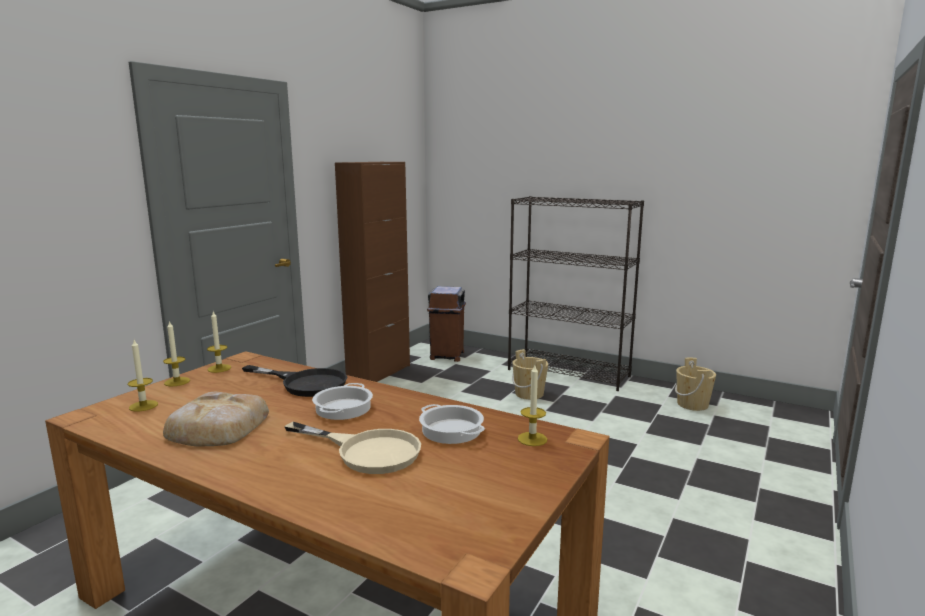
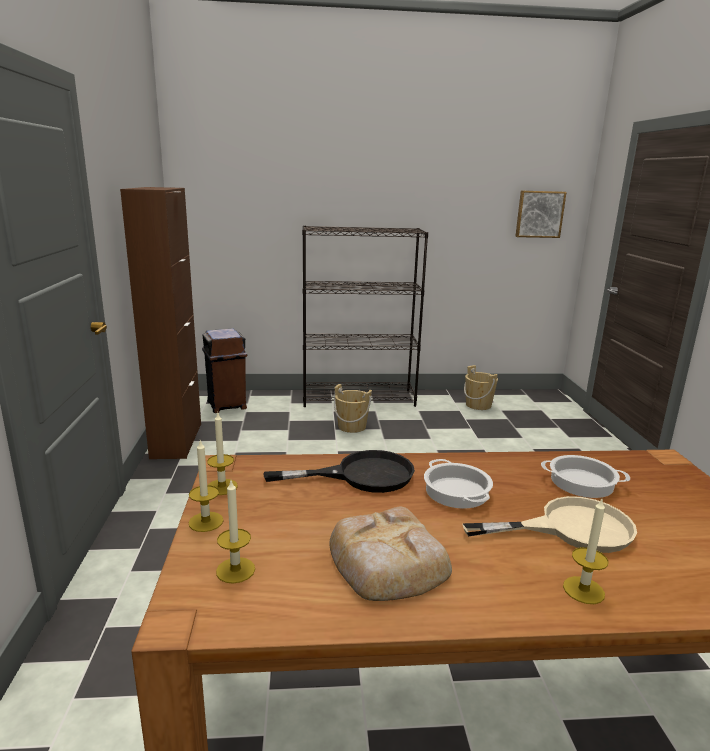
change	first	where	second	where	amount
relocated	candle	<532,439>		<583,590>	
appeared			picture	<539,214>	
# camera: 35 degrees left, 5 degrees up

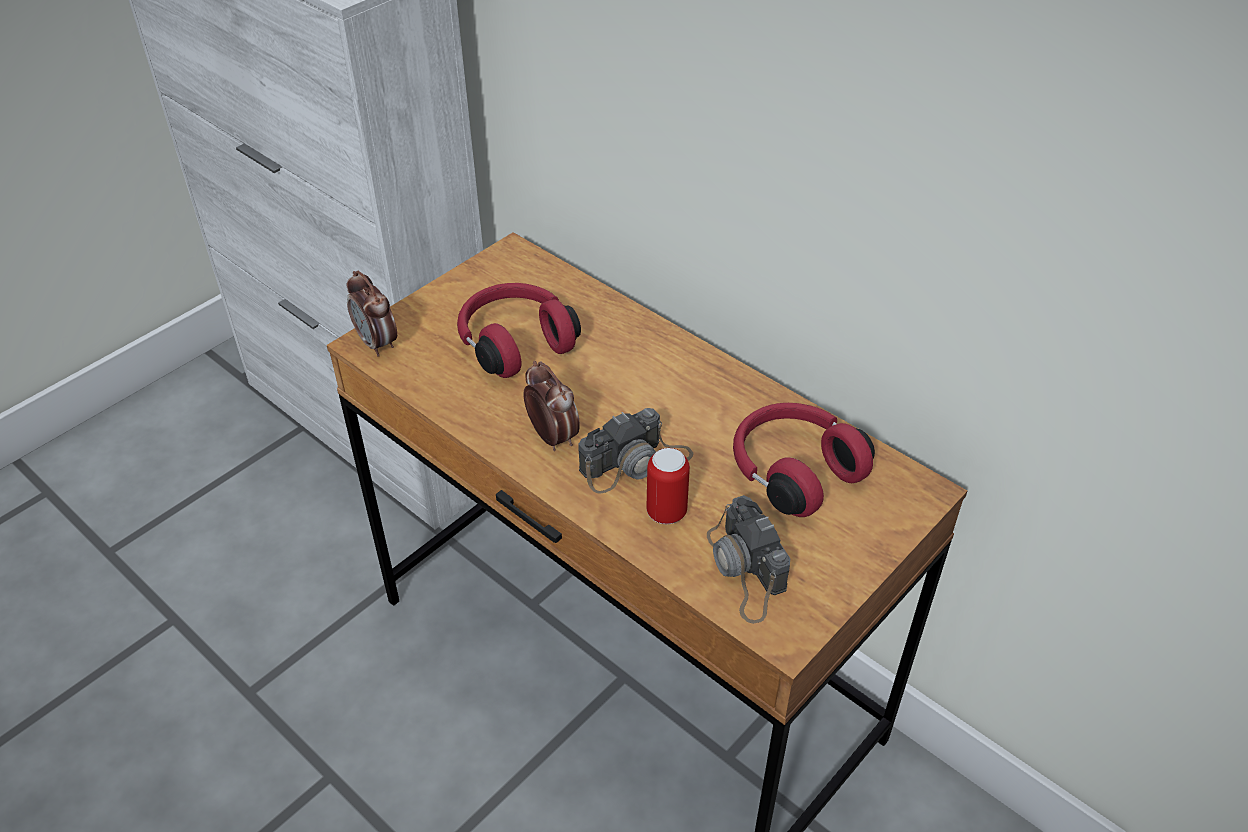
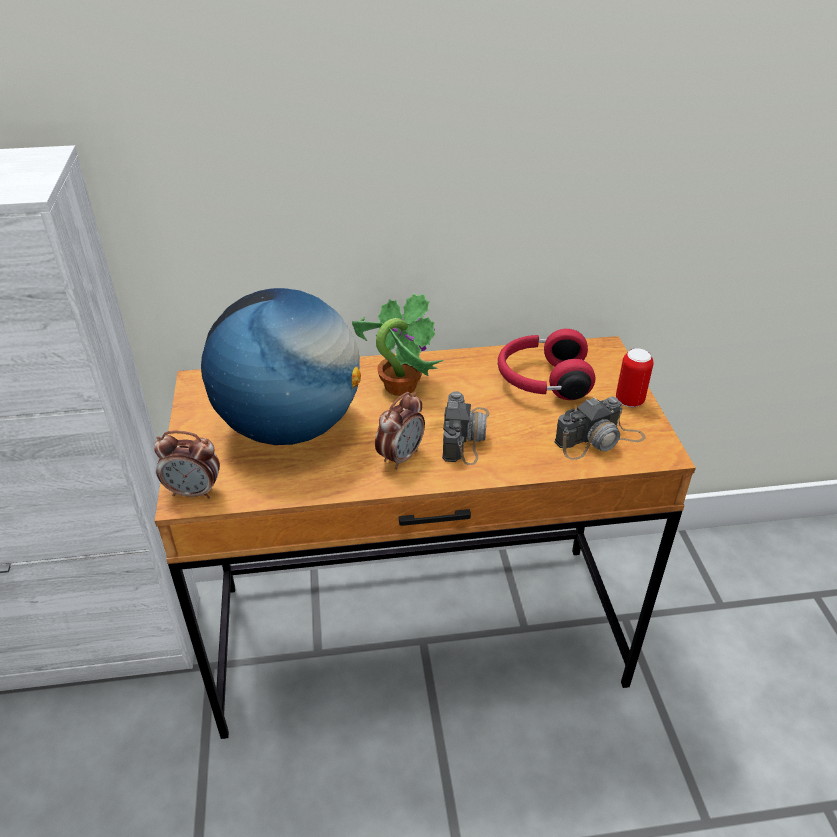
change	first	where	second	where	amount
exchanged	red headphones	<515,342>	globe	<290,426>	
spun	alarm clock	<552,437>		<400,457>	120 degrees clockwise
relocated	can	<666,512>		<629,401>	
spun	photo camera	<745,570>		<599,439>	45 degrees counterclockwise
appeared			potted plant	<399,386>	
# camera: 50 degrees left, 5 degrees down

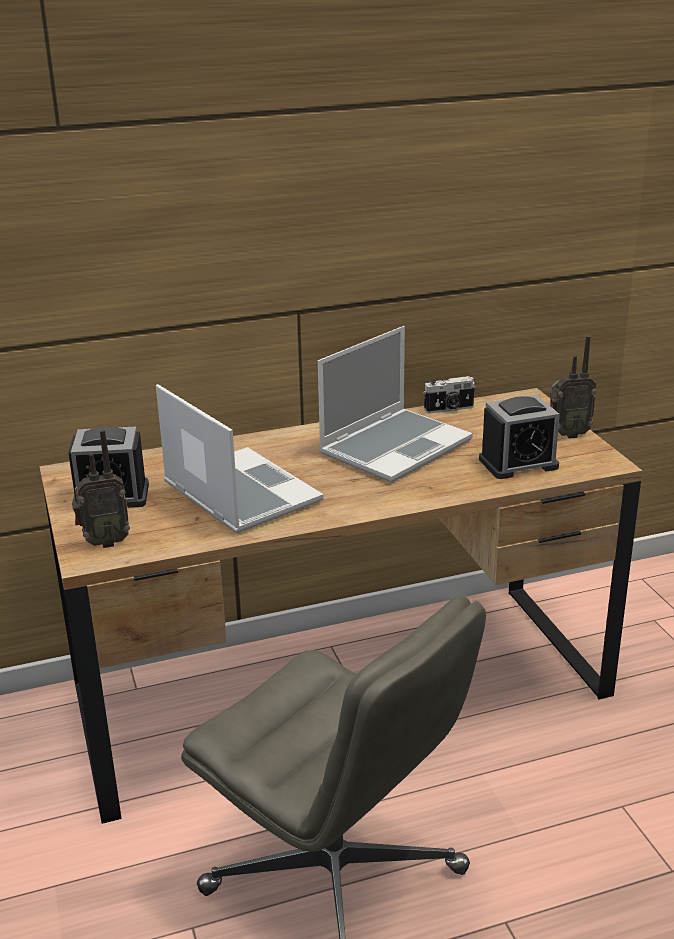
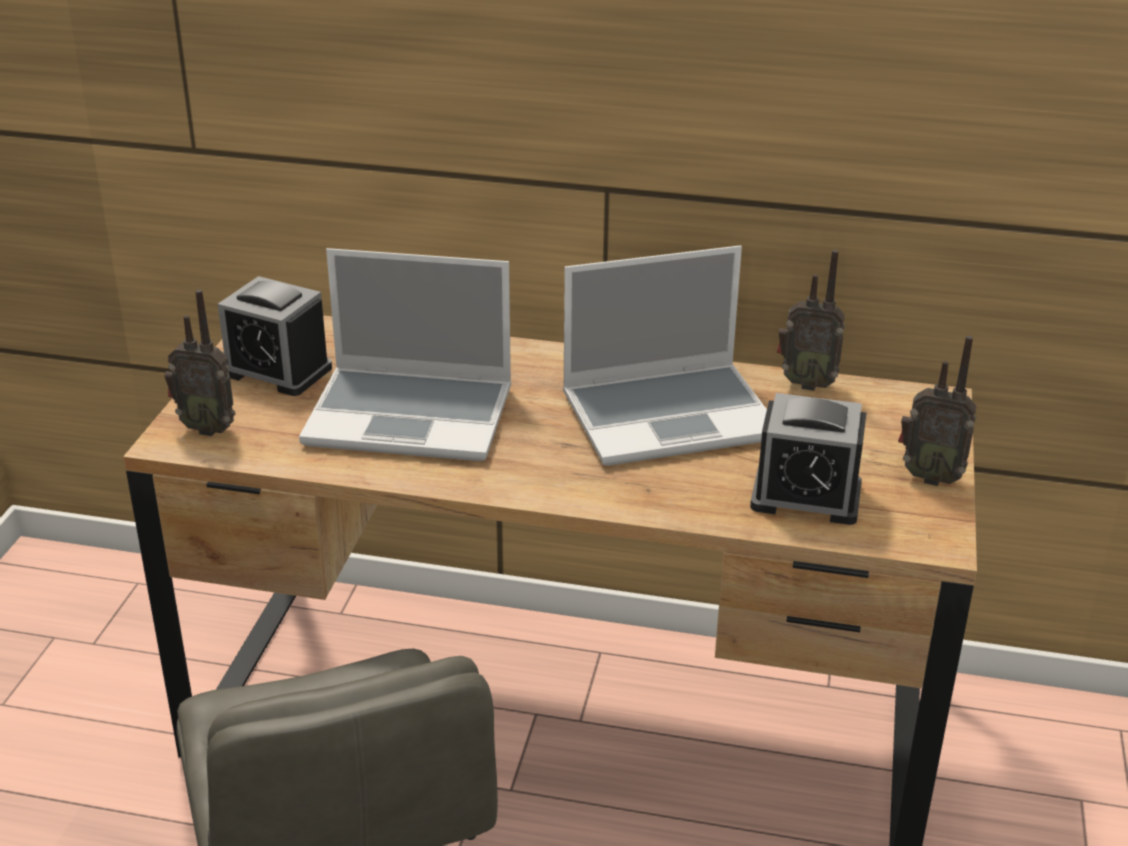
change	first	where	second	where	amount
spun	laptop	<238,493>		<413,416>	105 degrees clockwise
exchanged	photo camera	<449,409>	radio	<806,383>	
# camera: 30 degrees right, 5 degrees up

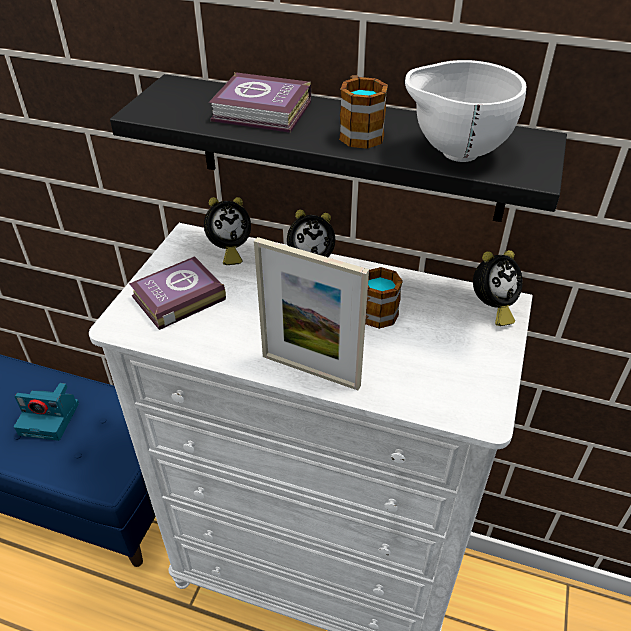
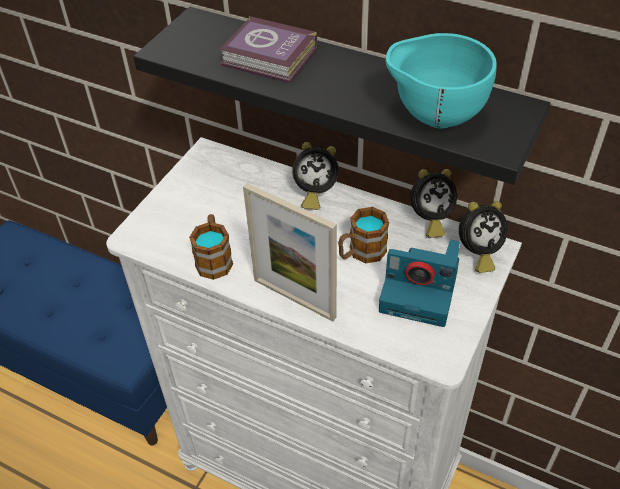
change	first	where	second	where	amount
relocated	photo camera	<50,418>		<421,291>	
missing	book	<176,298>			
relocated	alarm clock	<228,251>		<429,220>	
relocated	mug	<359,132>		<214,258>	
colour	white bowl	<454,153>	turquoise bowl	<433,118>	
# camera: 10 degrees right, 5 degrees up

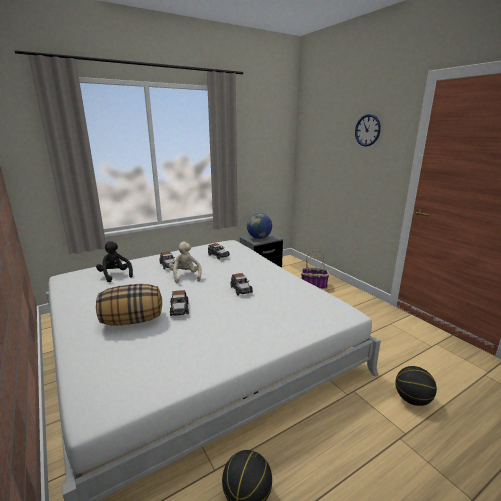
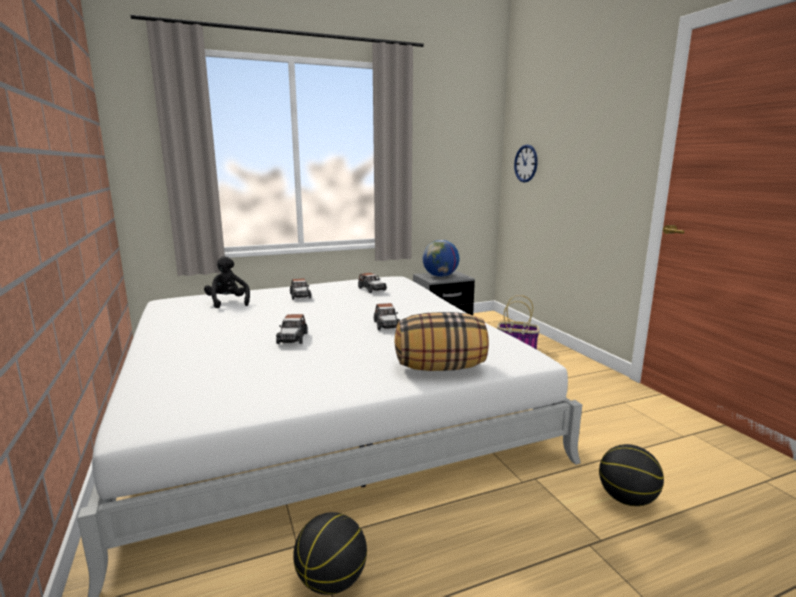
change	first	where	second	where	amount
relocated	pillow	<132,320>		<440,367>	
missing	beige plush toy	<185,276>			
relocated	wall clock	<367,130>		<526,163>	
# camera: 10 degrees right, 5 degrees down

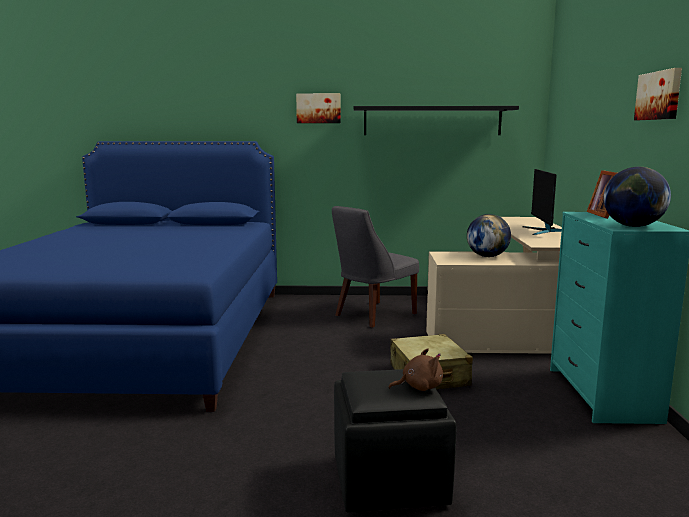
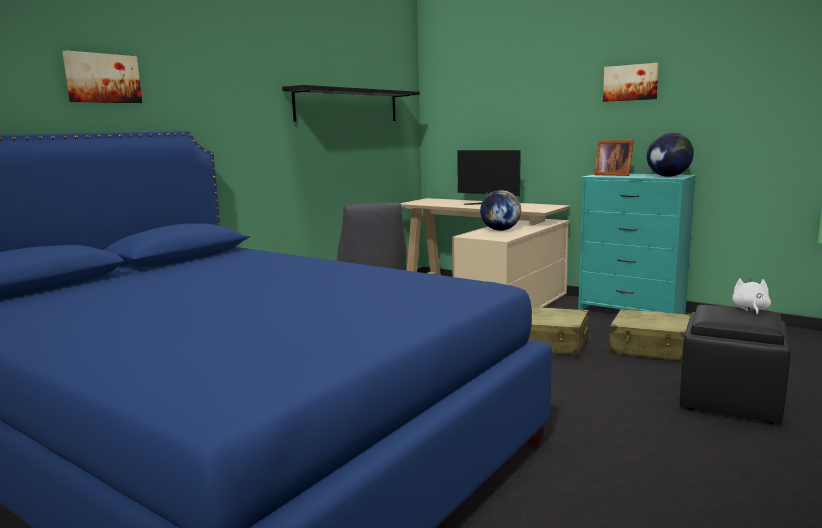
change	first	where	second	where	amount
relocated	picture	<318,108>		<102,78>	
colour	brown plush toy	<419,387>	white plush toy	<750,309>	
appeared			beige suitcase	<651,348>	
# camera: 55 degrees left, 0 degrees up

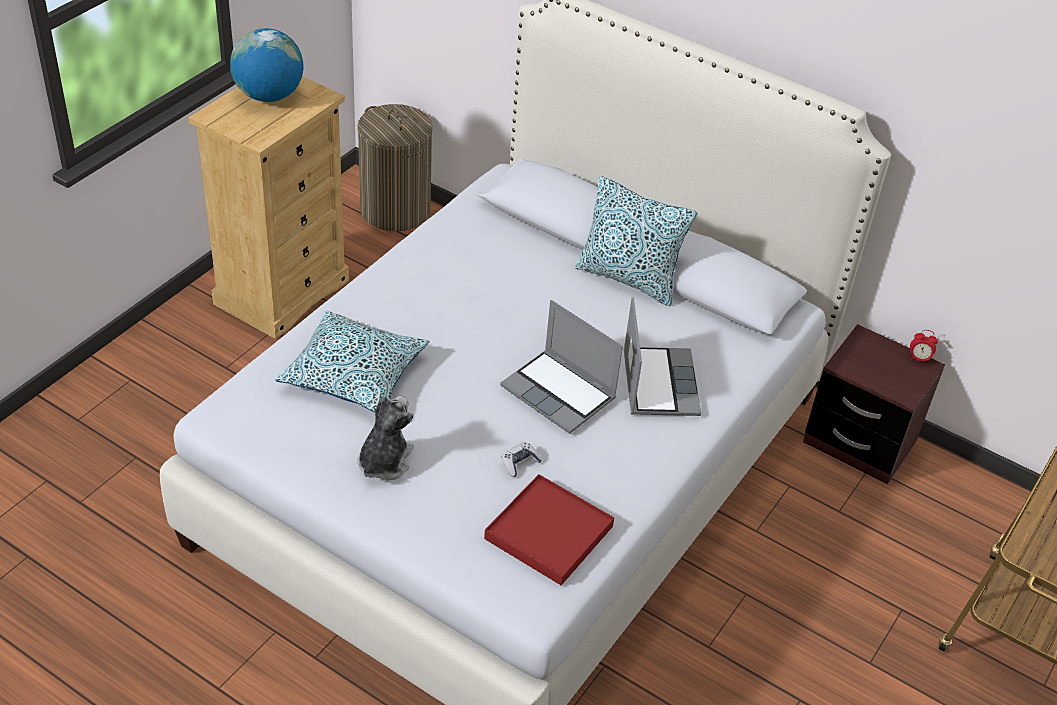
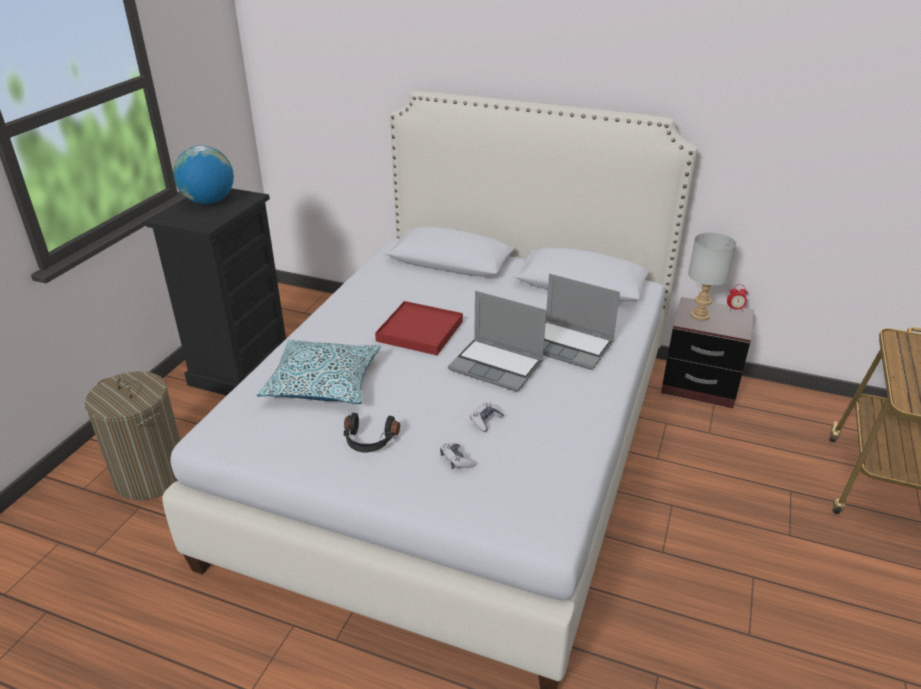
change	first	where	second	where	amount
colour	beige dresser	<282,291>	black dresser	<241,367>	
relocated	laundry basket	<395,210>		<151,475>	
exchanged	plush toy	<384,461>	black headphones	<369,441>	
relocated	red tray	<548,532>		<419,331>	
missing	pillow	<628,278>			
spun	laptop	<658,383>		<570,346>	135 degrees clockwise
appeared			game controller	<456,460>	
appeared			grey table lamp	<699,315>	
# camera: 10 degrees left, 10 degrees down

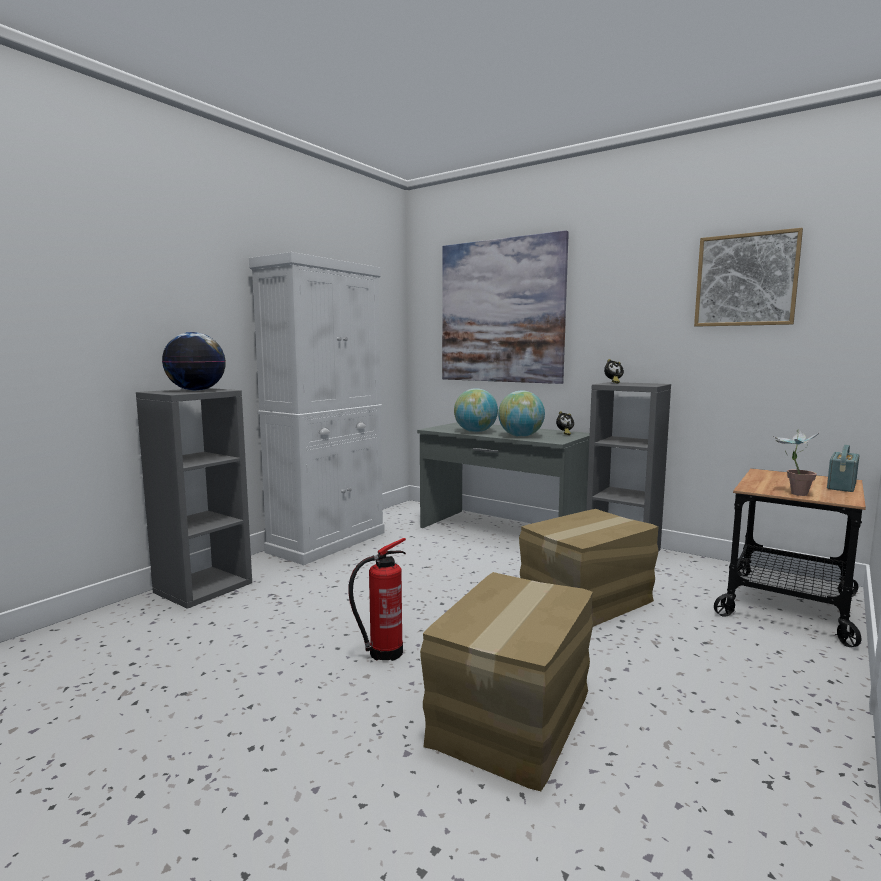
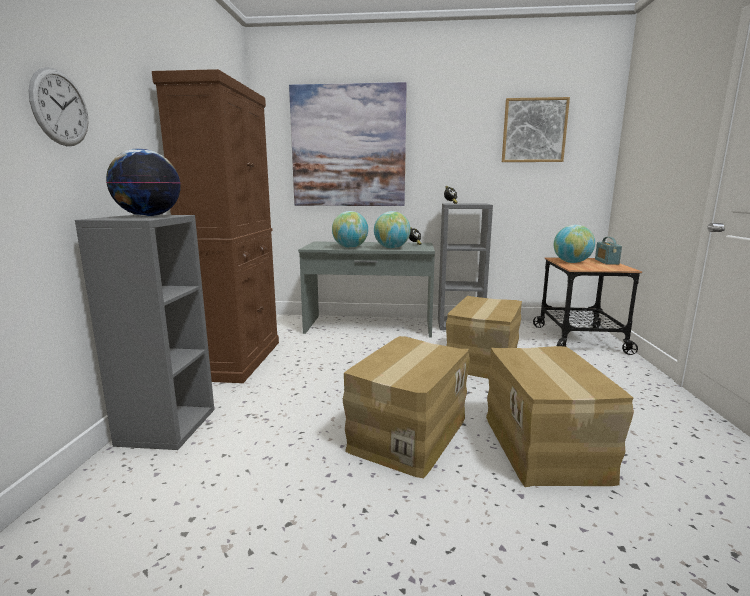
change	first	where	second	where	amount
colour	white cabinet	<328,542>	brown cabinet	<238,359>	
exchanged	fire extinguisher	<382,653>	cardboard box	<407,433>	
missing	potted plant	<792,493>			
appeared			wall clock	<60,108>	
appeared			globe	<571,262>	
# camera: 30 degrees left, 5 degrees up

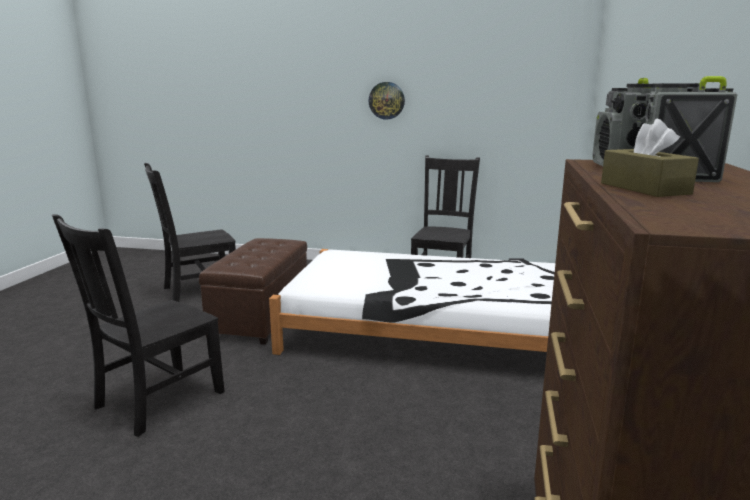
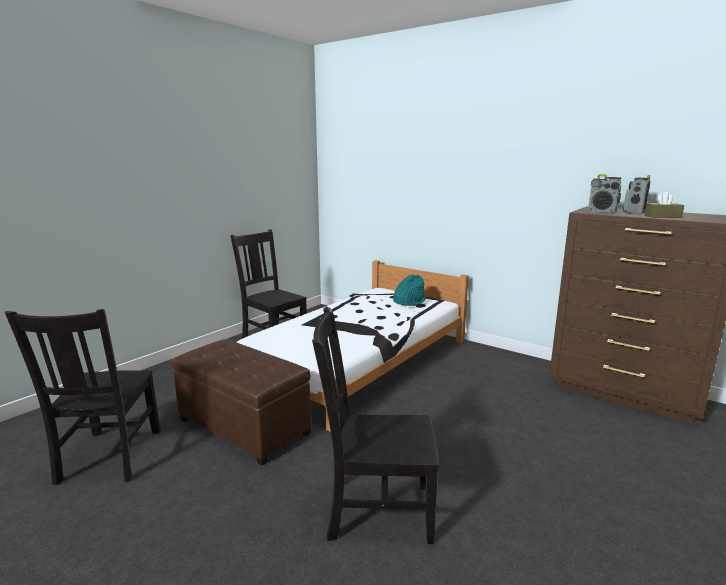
change	first	where	second	where	amount
spun	black chair	<156,401>		<375,510>	120 degrees clockwise
missing	wall clock	<386,100>			
appeared			turquoise hat	<409,301>	
# camera: 65 degrees left, 0 degrees up

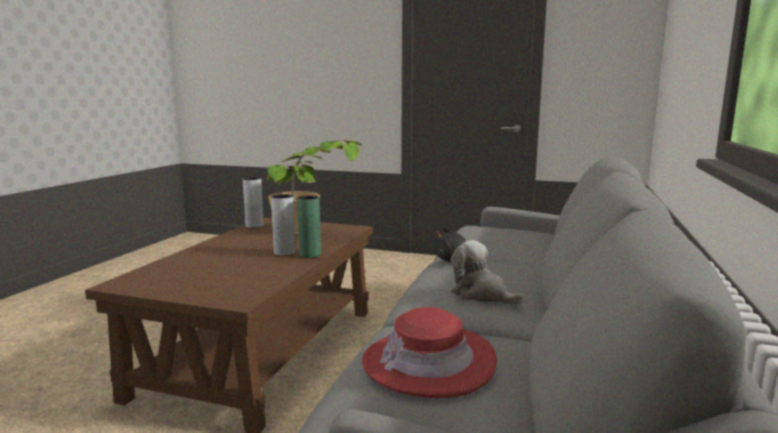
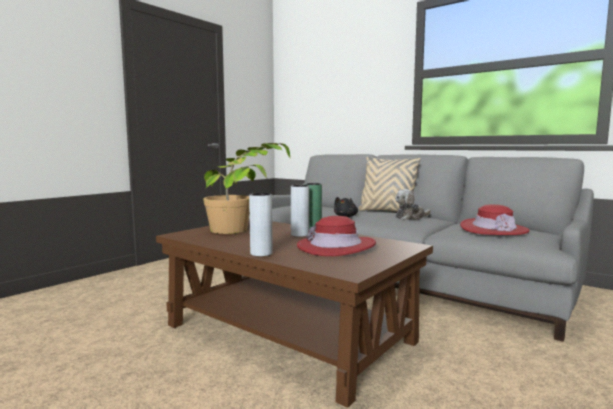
change	first	where	second	where	amount
relocated	grey vase	<254,225>		<261,253>	
appeared			red hat	<336,247>	
appeared			beige pillow	<387,211>	
# camera: 70 degrees left, 5 degrees down

